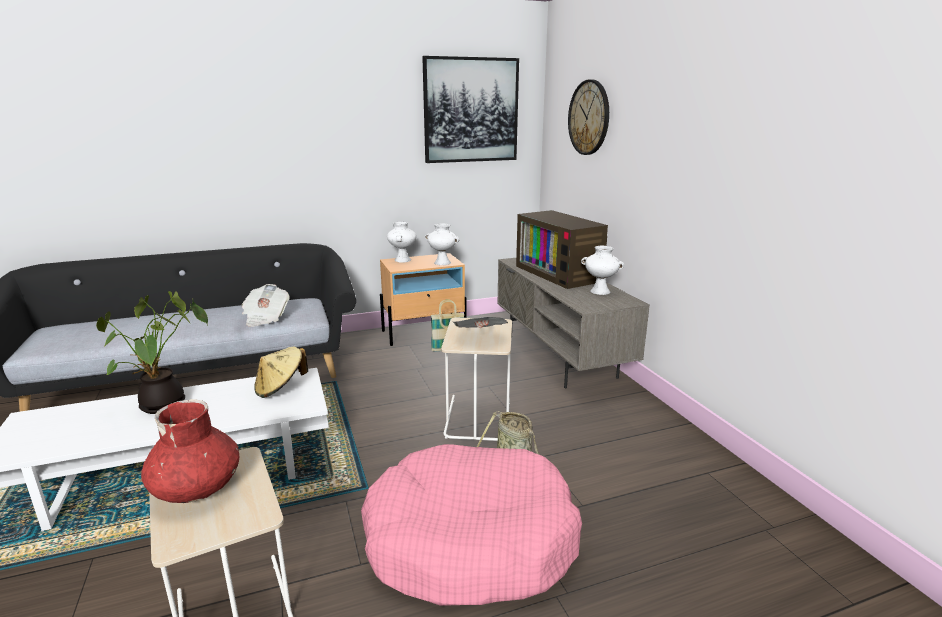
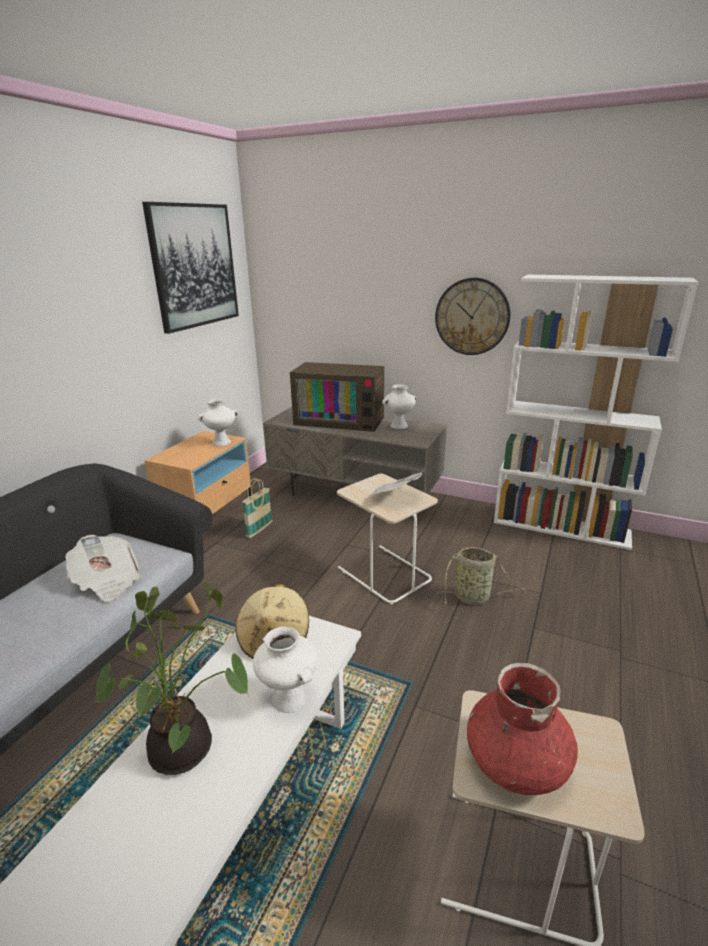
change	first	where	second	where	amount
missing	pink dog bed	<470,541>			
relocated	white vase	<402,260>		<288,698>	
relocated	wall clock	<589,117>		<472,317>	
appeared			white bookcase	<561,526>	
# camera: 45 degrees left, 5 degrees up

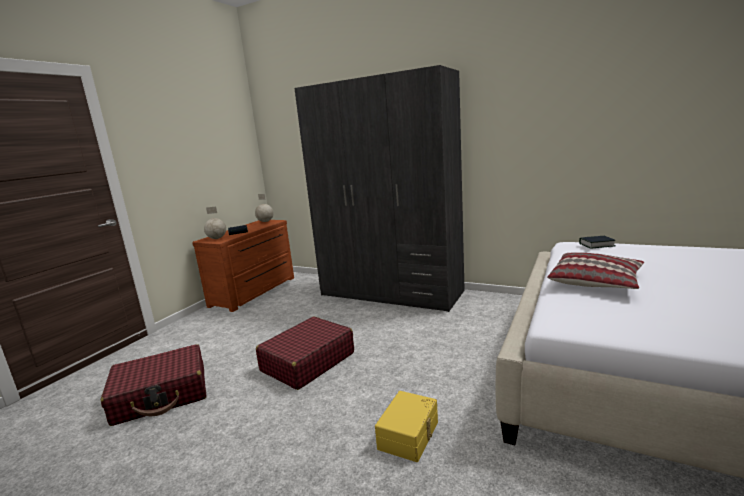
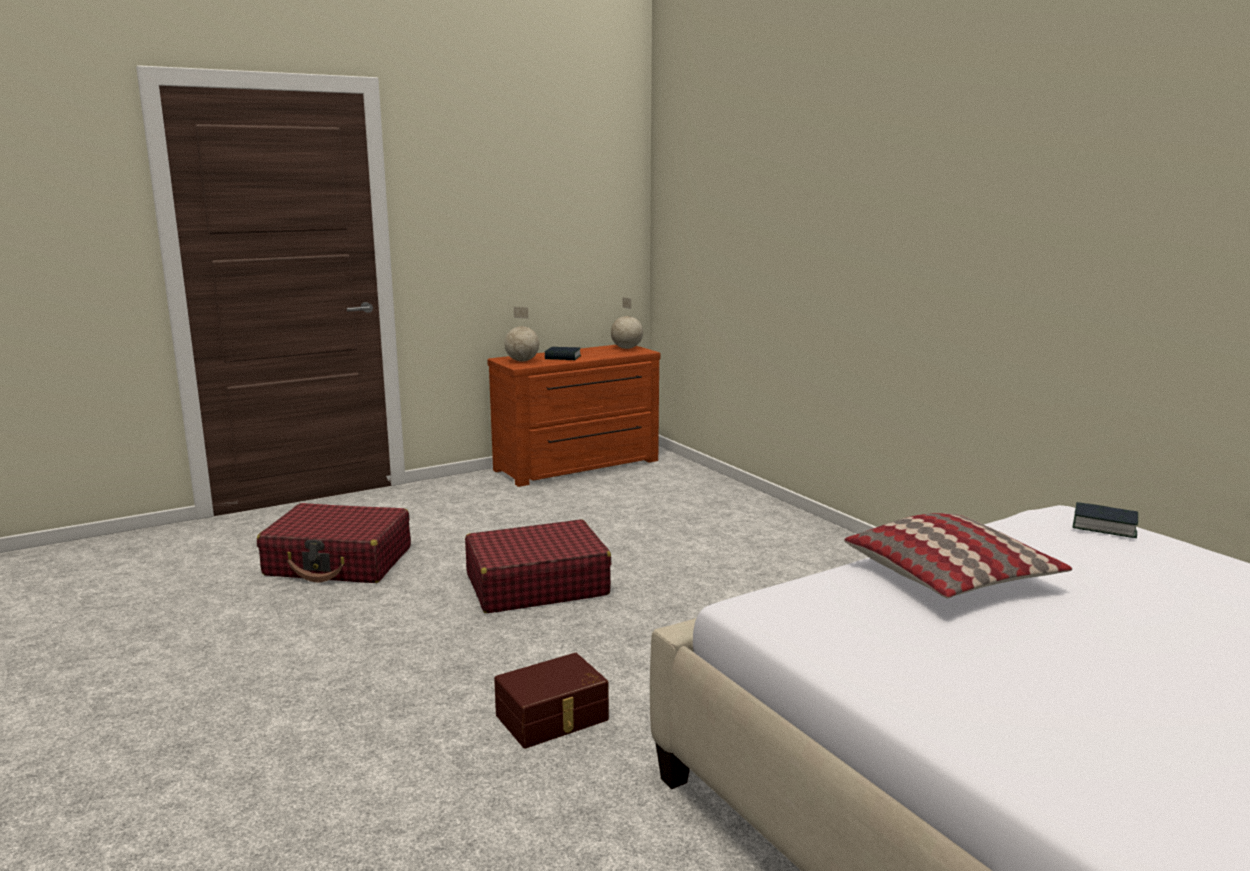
change	first	where	second	where	amount
missing	grey wardrobe	<391,293>			
colour	yellow storage box	<410,435>	brown storage box	<553,718>	
# camera: 30 degrees right, 0 degrees up

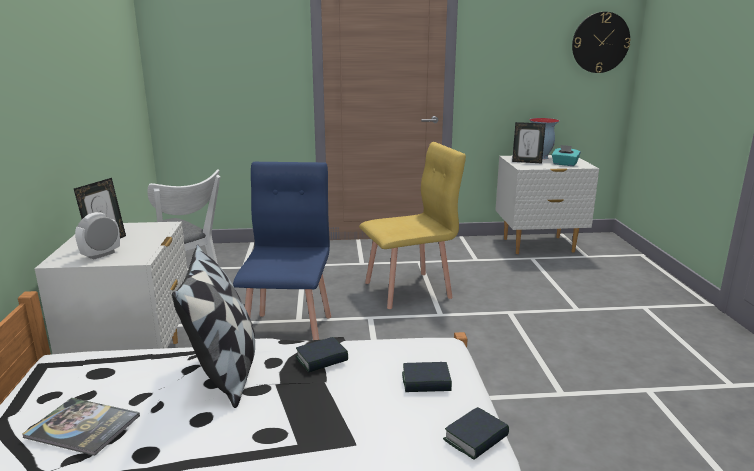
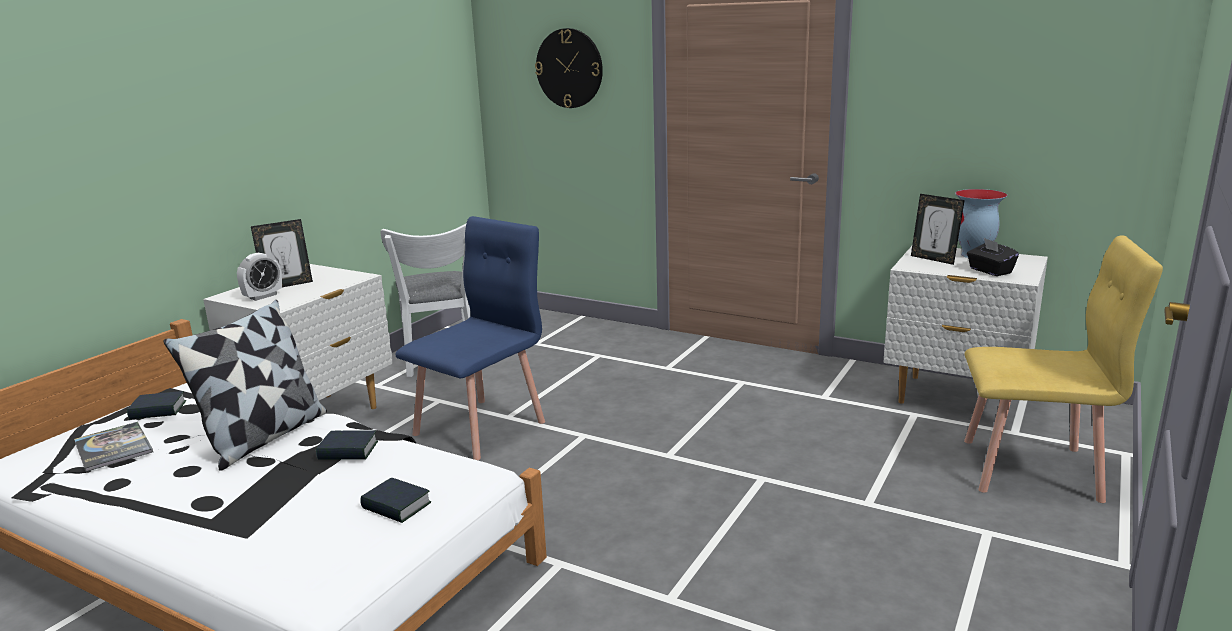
change	first	where	second	where	amount
spun	alarm clock	<101,255>		<263,296>	150 degrees clockwise
relocated	yellow chair	<408,290>		<1032,470>	
relocated	book	<476,438>		<158,410>	
colour	turquoise tissue box	<564,164>	black tissue box	<990,271>	
relocated	wall clock	<600,42>		<569,68>	
# camera: 35 degrees right, 0 degrees up

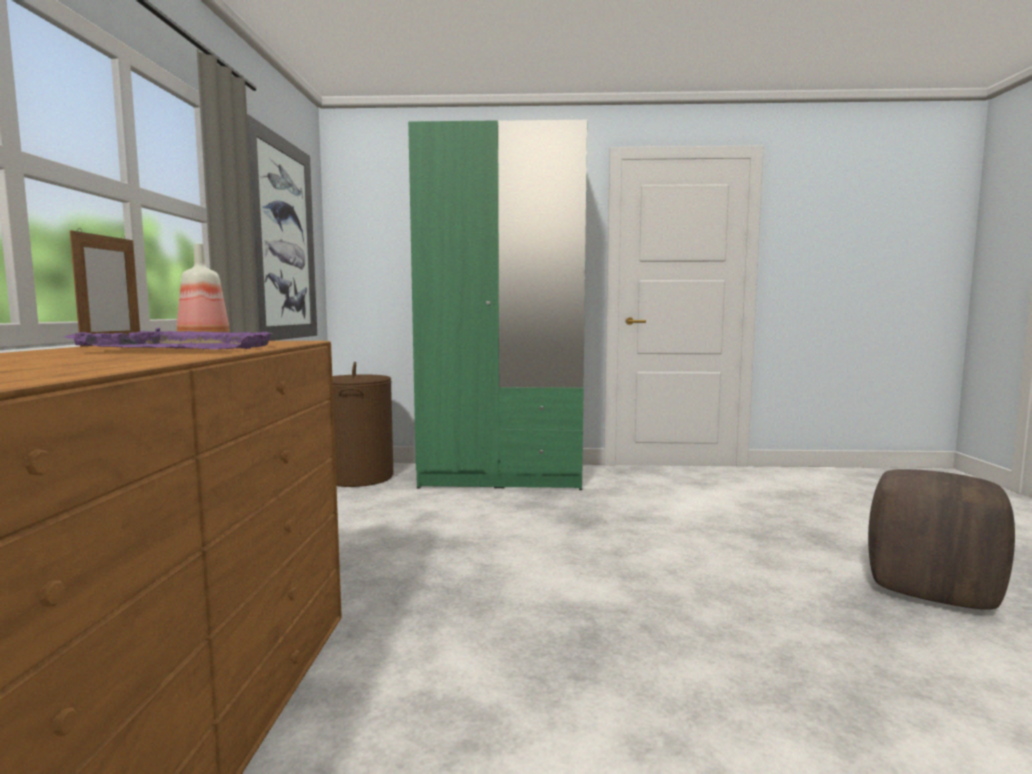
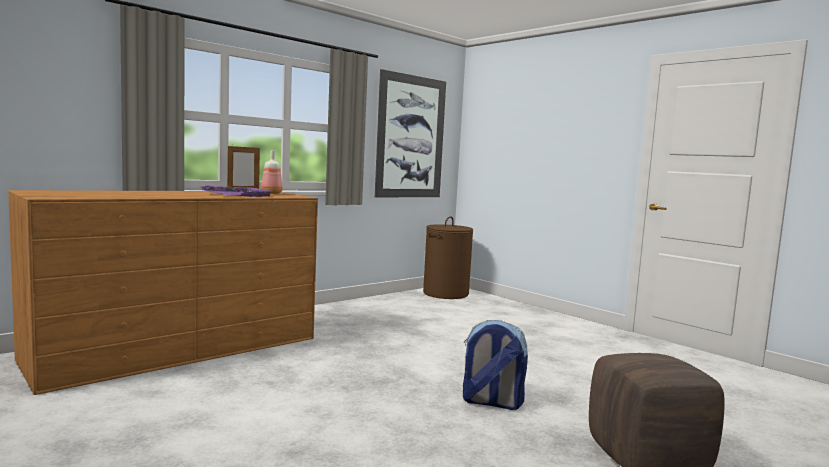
change	first	where	second	where	amount
missing	green wardrobe	<502,476>			
appeared			backpack	<491,402>	
# camera: 45 degrees right, 0 degrees up

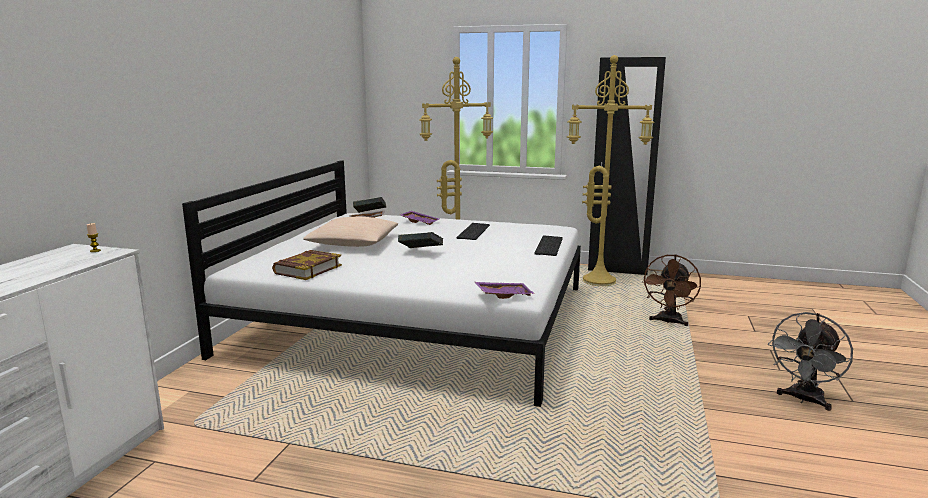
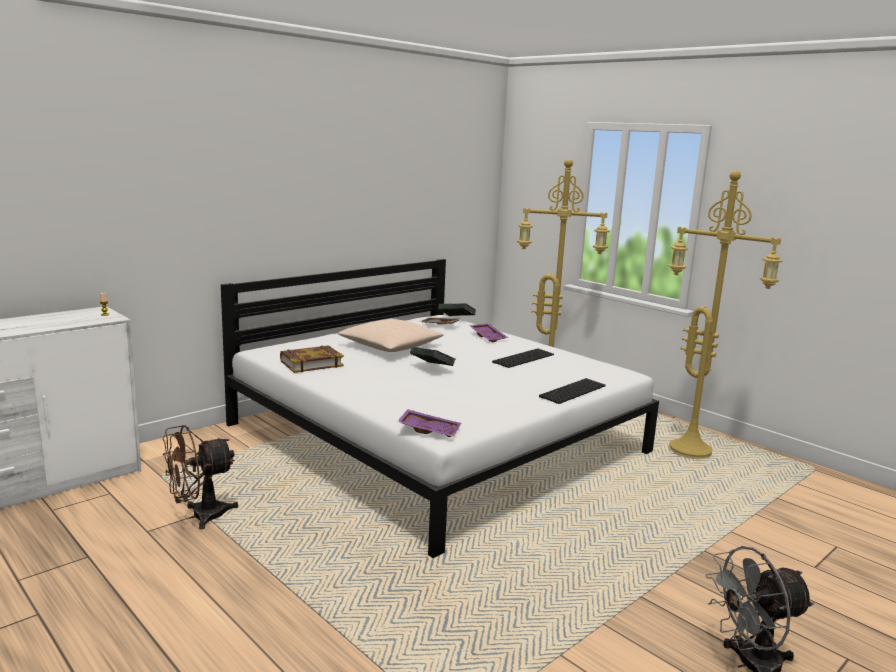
change	first	where	second	where	amount
missing	black wardrobe	<617,270>			
relocated	brown fan	<668,322>		<199,516>	
# camera: 30 degrees right, 0 degrees up

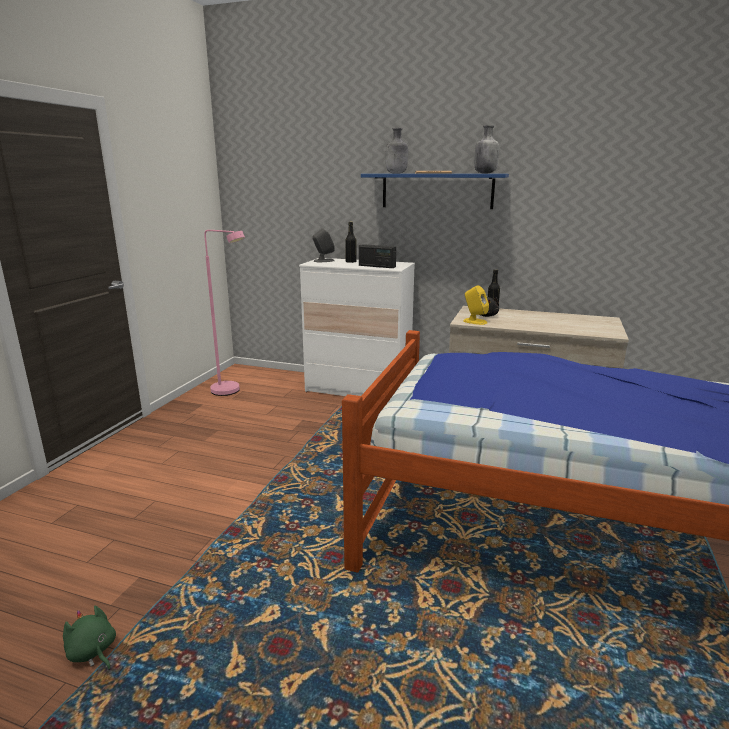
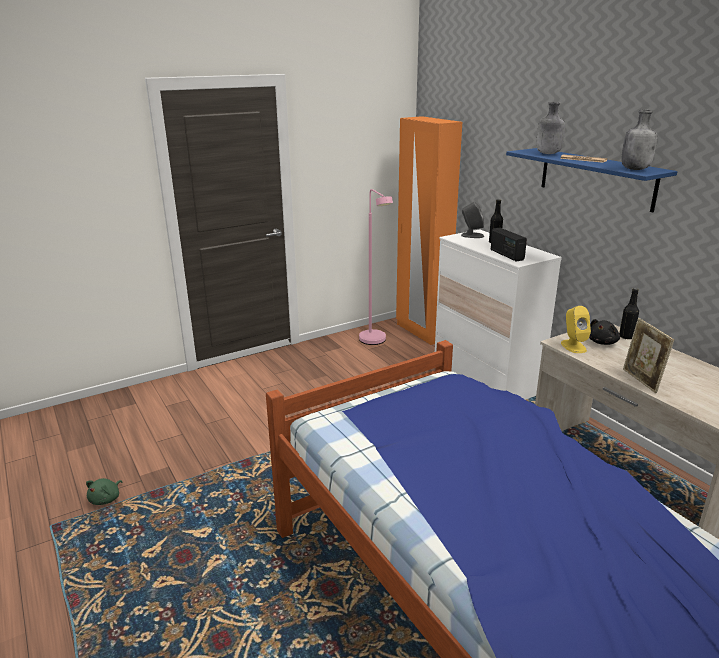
change	first	where	second	where	amount
spun	green plush toy	<92,652>		<106,499>	150 degrees counterclockwise
appeared			orange wardrobe	<421,332>	
appeared			picture frame	<641,381>	
# camera: 40 degrees right, 5 degrees up

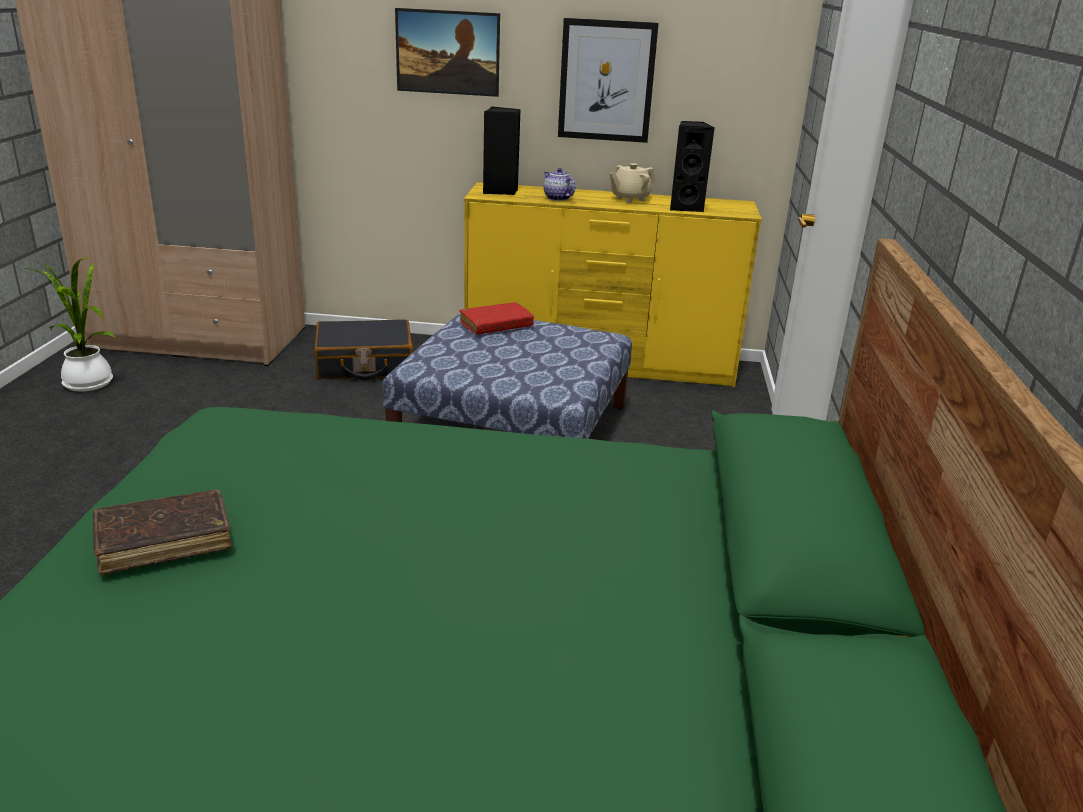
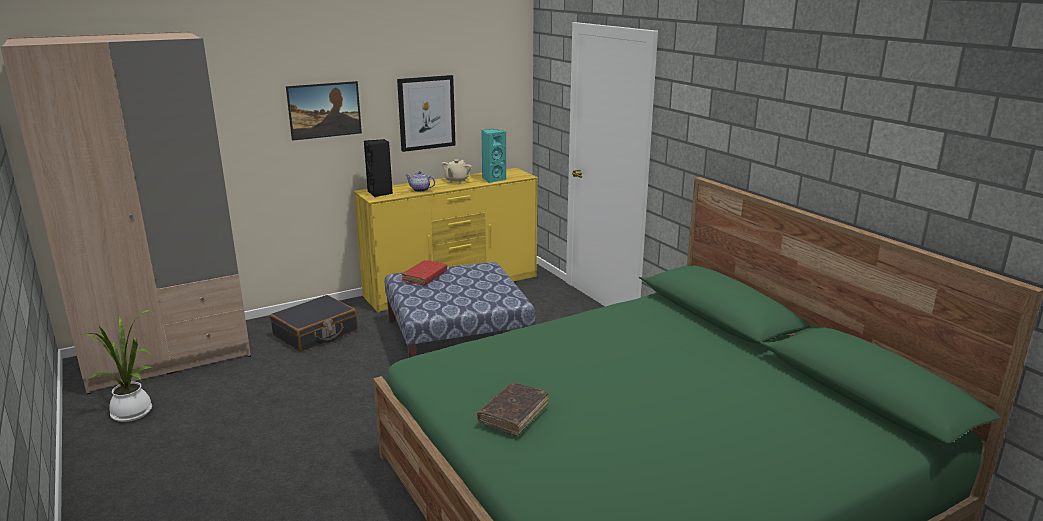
change	first	where	second	where	amount
colour	black speaker	<685,207>	turquoise speaker	<493,179>	
# camera: 35 degrees left, 5 degrees down

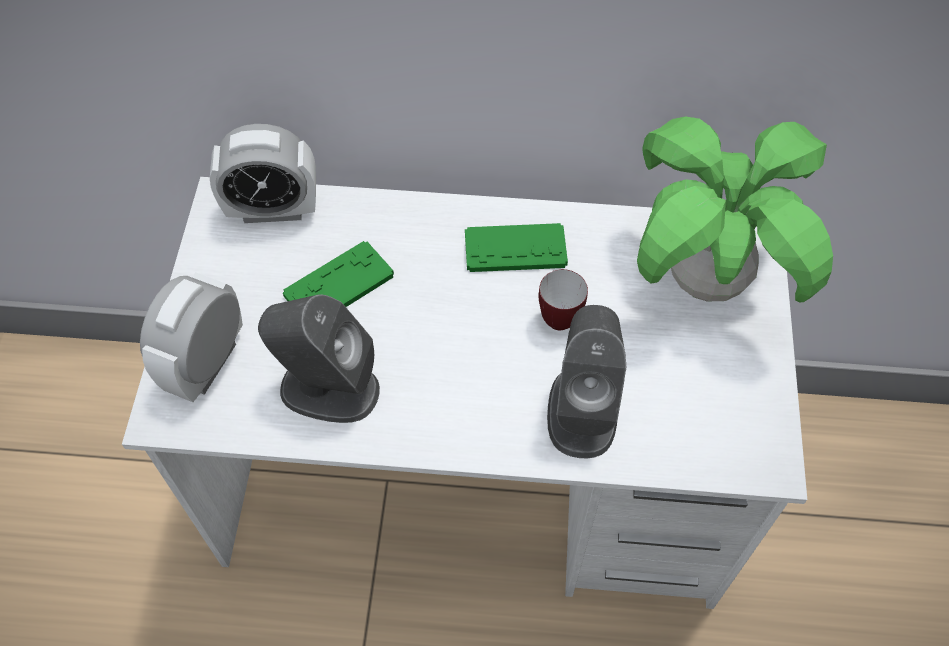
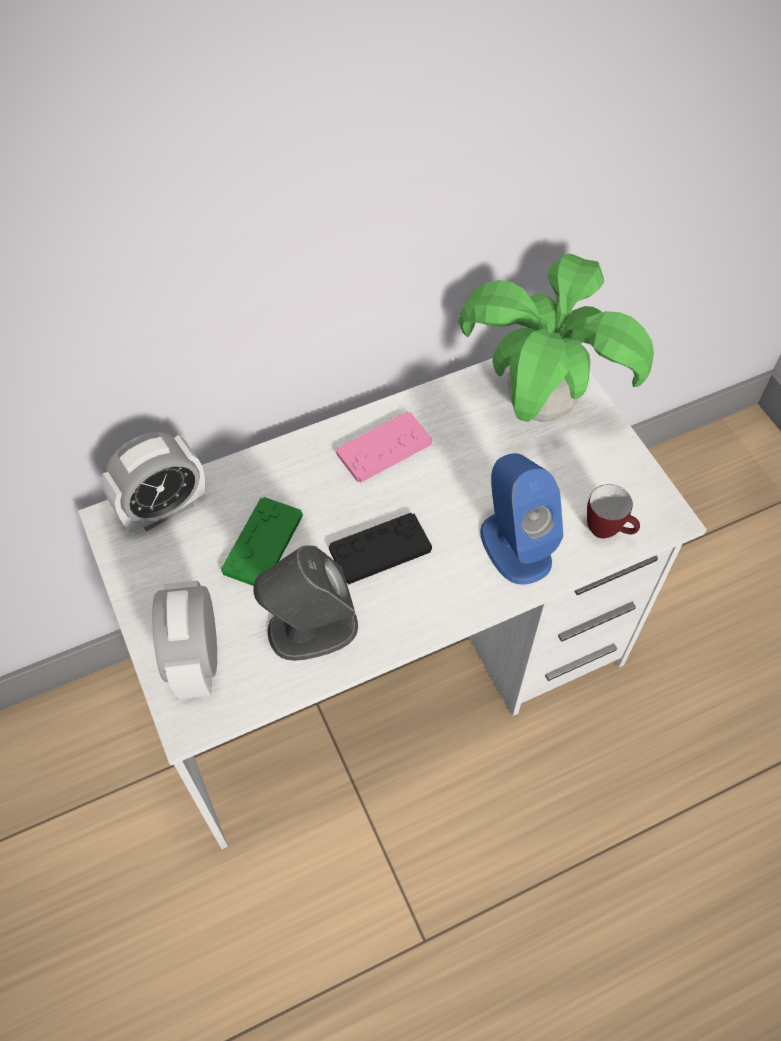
change	first	where	second	where	amount
colour	green game controller	<515,249>	pink game controller	<384,448>	
relocated	mug	<564,325>		<607,531>	
colour	grey speaker	<582,410>	blue speaker	<515,545>	
appeared			black game controller	<380,549>	
# camera: 30 degrees left, 0 degrees up

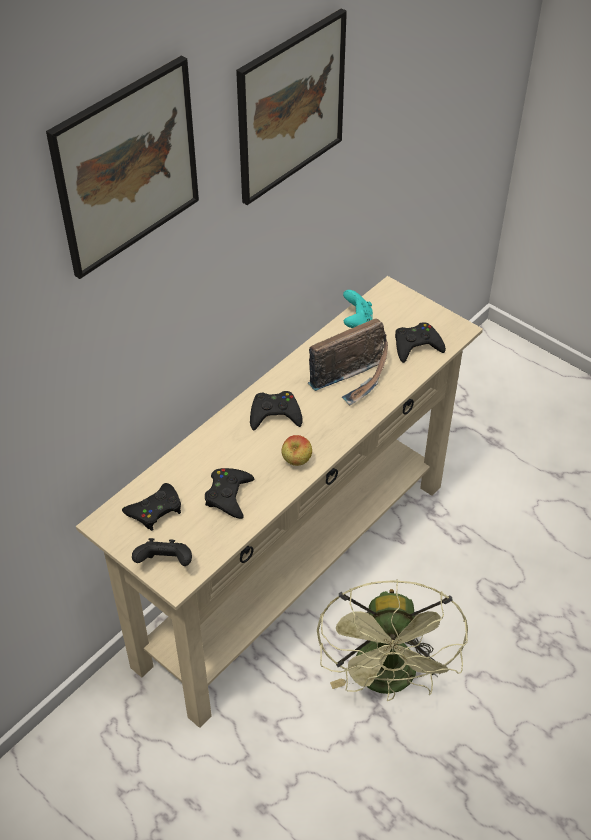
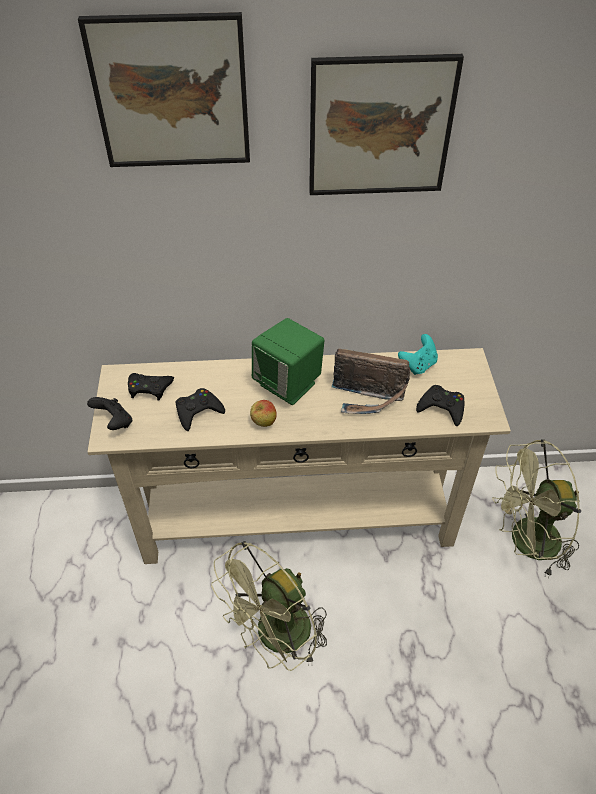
change	first	where	second	where	amount
exchanged	black game controller	<275,415>	green speaker	<288,384>	
appeared			green fan	<525,543>	
# camera: 45 degrees right, 0 degrees up

